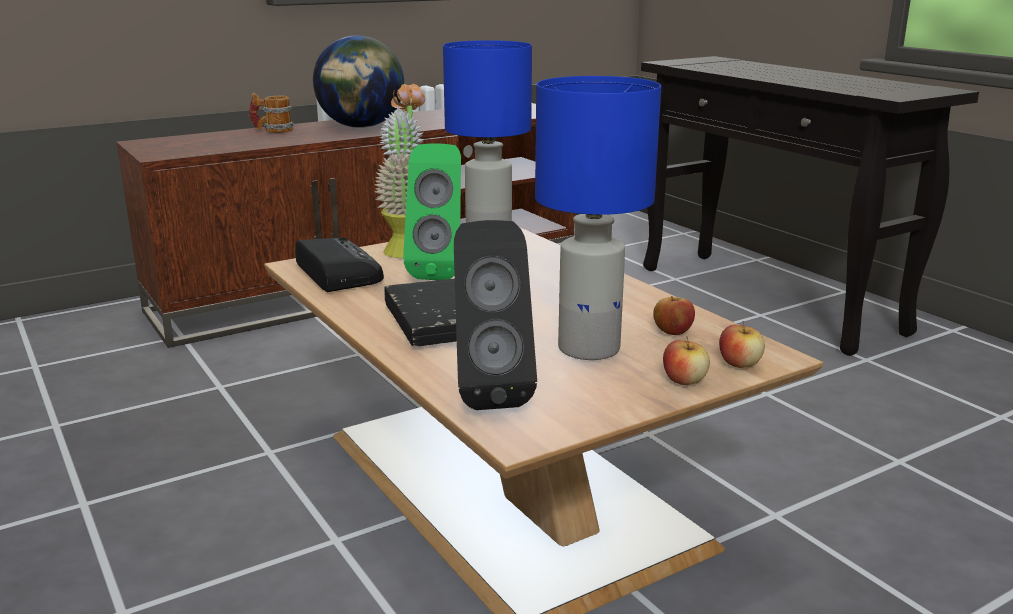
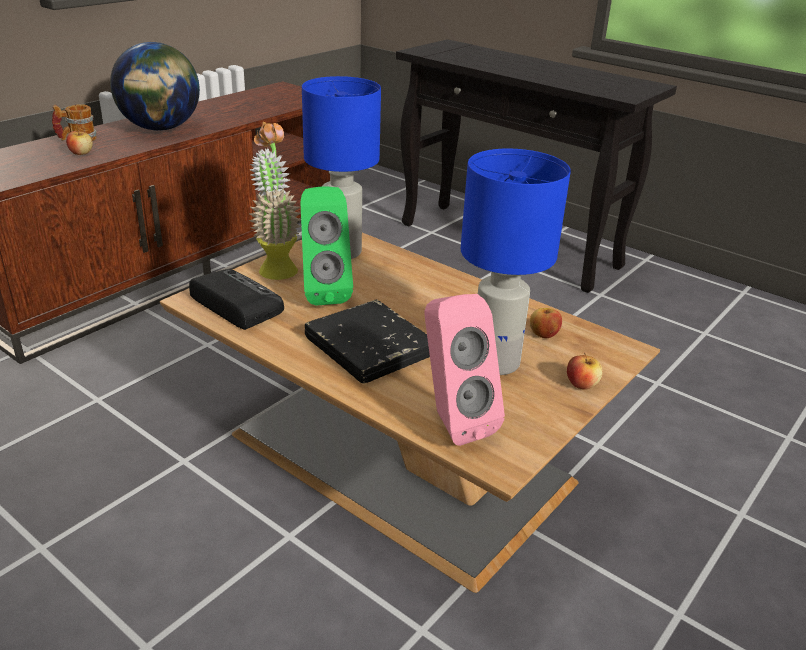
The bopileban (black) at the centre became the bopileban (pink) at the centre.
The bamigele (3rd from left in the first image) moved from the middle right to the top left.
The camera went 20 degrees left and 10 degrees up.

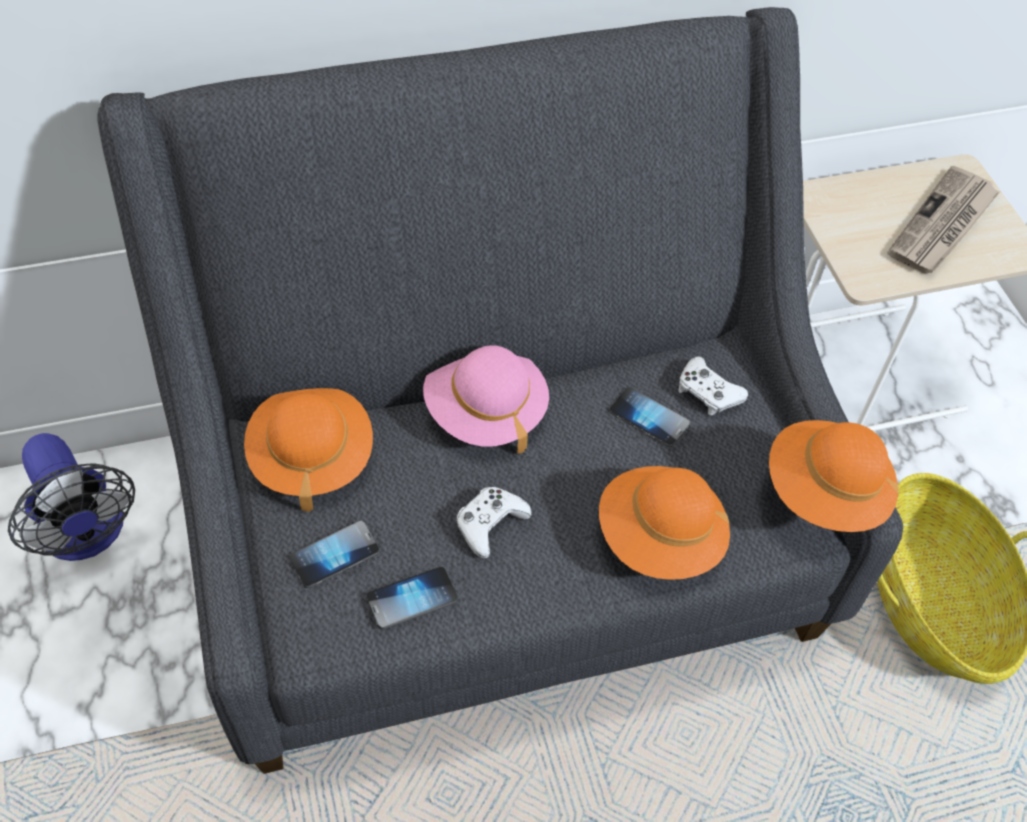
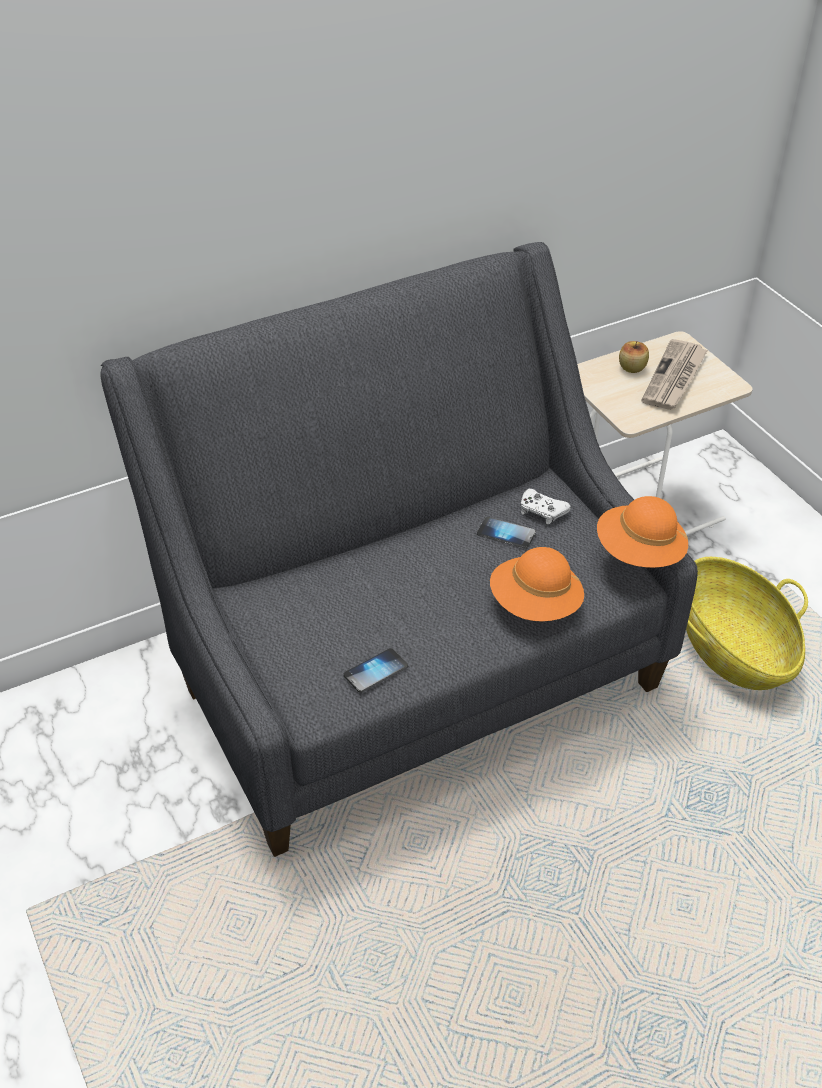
The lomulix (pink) at the centre disappeared.
The lomulix (orange) (1st from left) at the middle left disappeared.
The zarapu at the middle left disappeared.
The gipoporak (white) (1st from left) at the centre disappeared.
The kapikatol (1st from left) at the bottom left disappeared.
The bamigele at the top right appeared.
The camera went 10 degrees left and 10 degrees down.

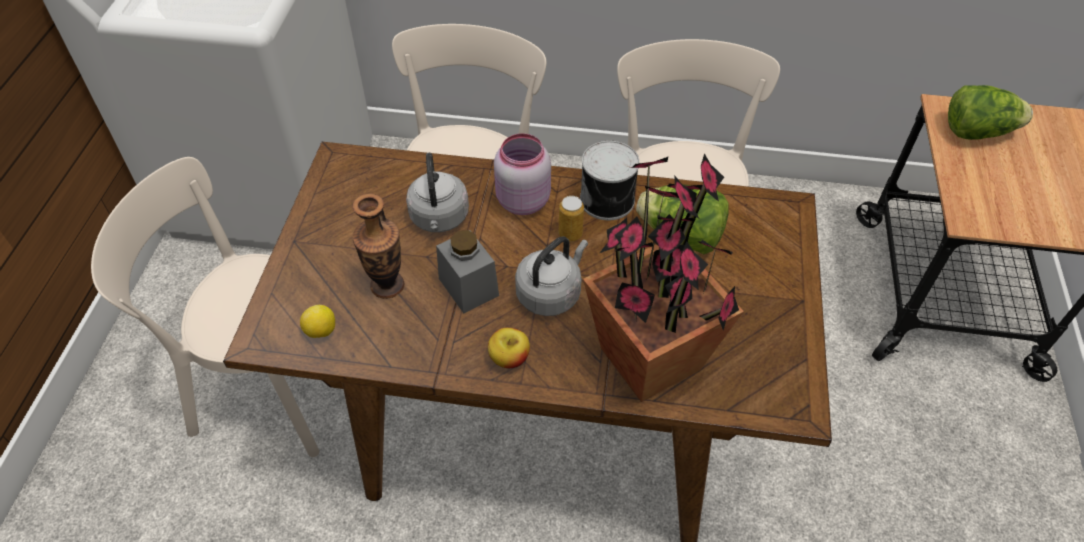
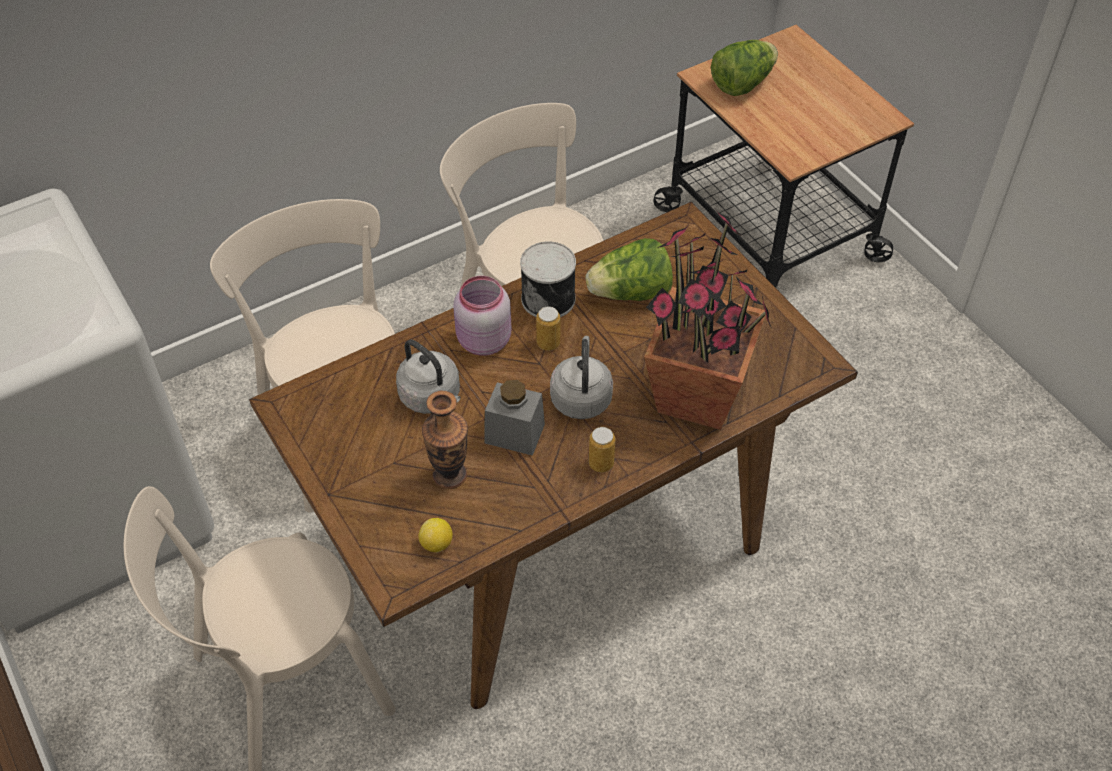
The bamigele at the centre was replaced by the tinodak (3rd from left) at the centre.
The camera went 40 degrees left and 0 degrees up.

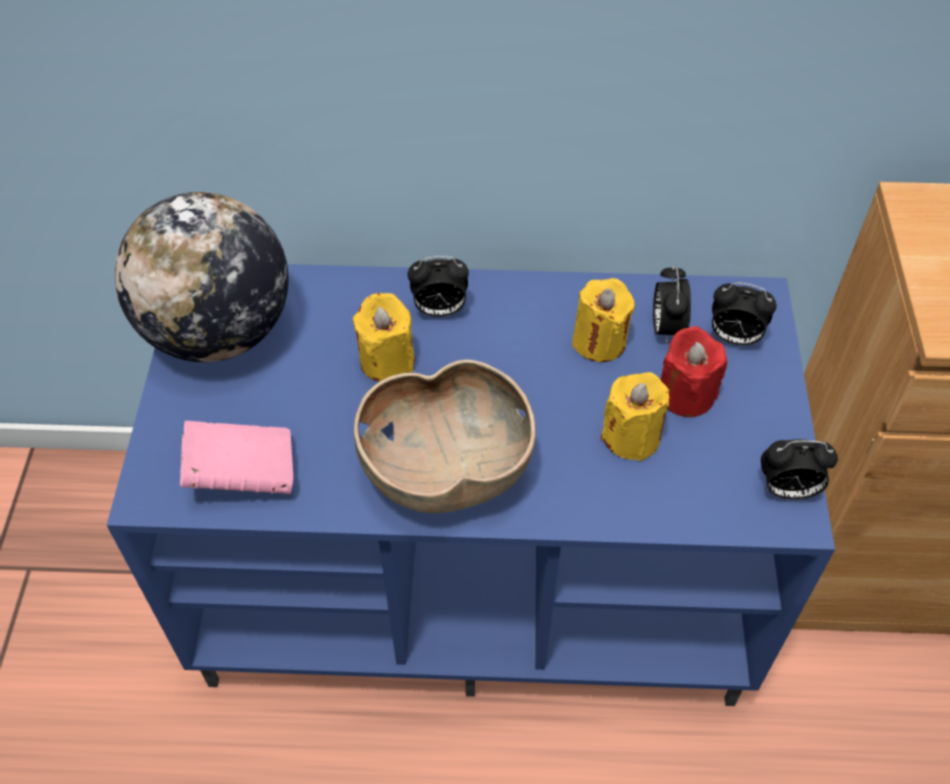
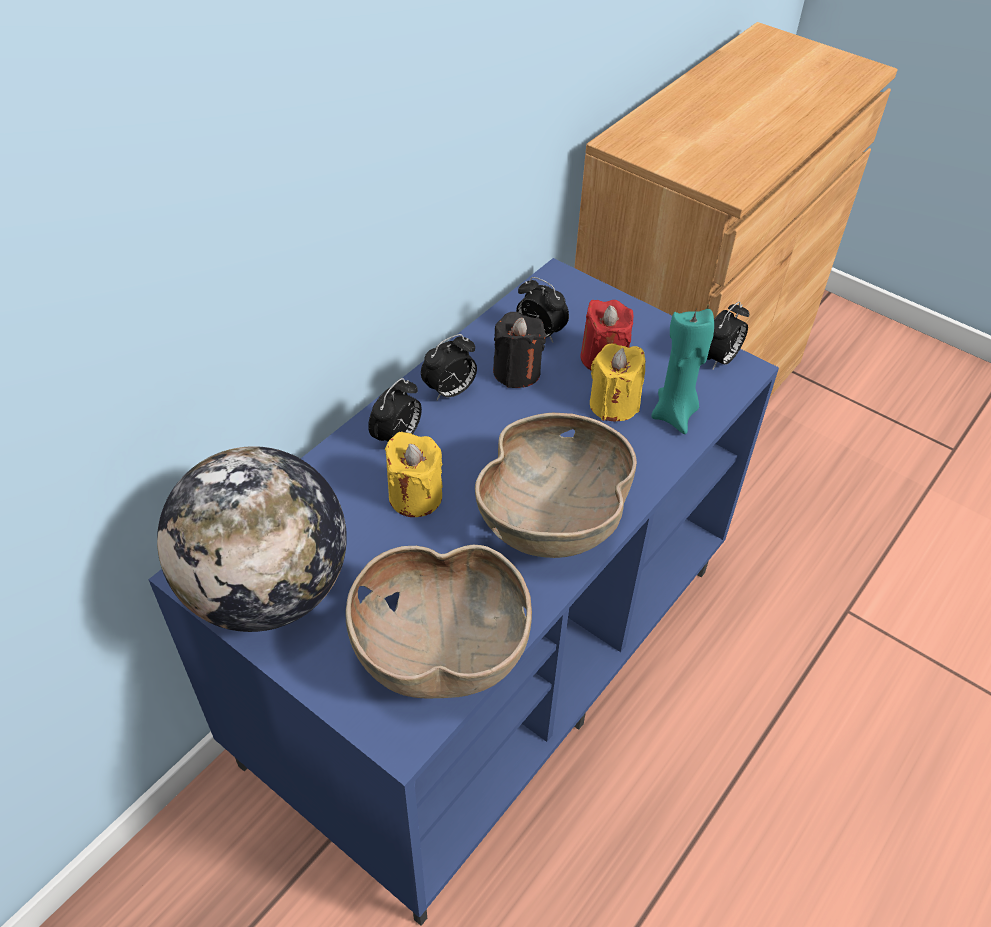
The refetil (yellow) (2nd from left) at the centre became the refetil (black) at the centre.
The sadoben (3rd from left in the first image) moved from the middle right to the centre.
The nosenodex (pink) at the middle left was replaced by the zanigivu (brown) (1st from left) at the bottom centre.
The refetil (turquoise) at the middle right appeared.
The camera went 55 degrees left and 5 degrees down.

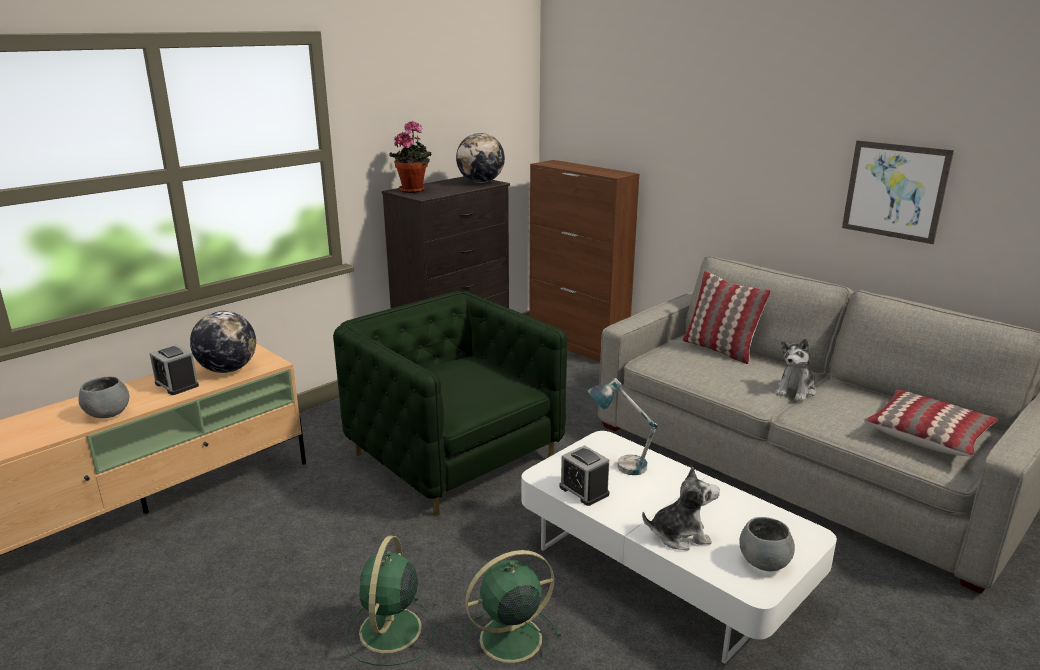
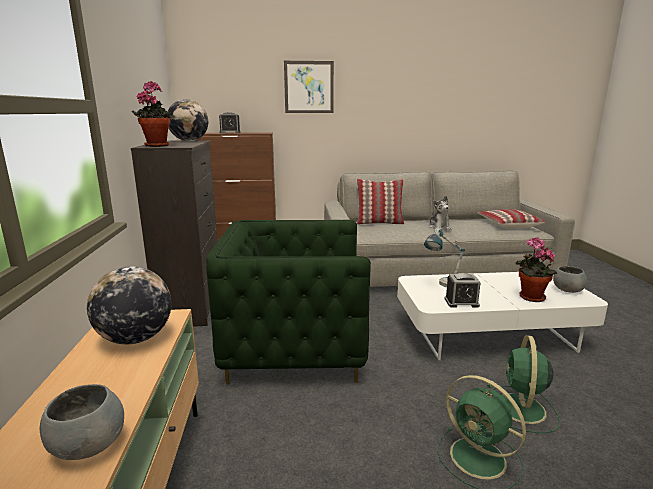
The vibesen moved from the top right to the top centre.
The sadoben (1st from left) moved from the middle left to the top centre.
The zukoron (1st from left) at the bottom centre was replaced by the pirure (2nd from left) at the middle right.
The camera went 50 degrees left and 5 degrees down.

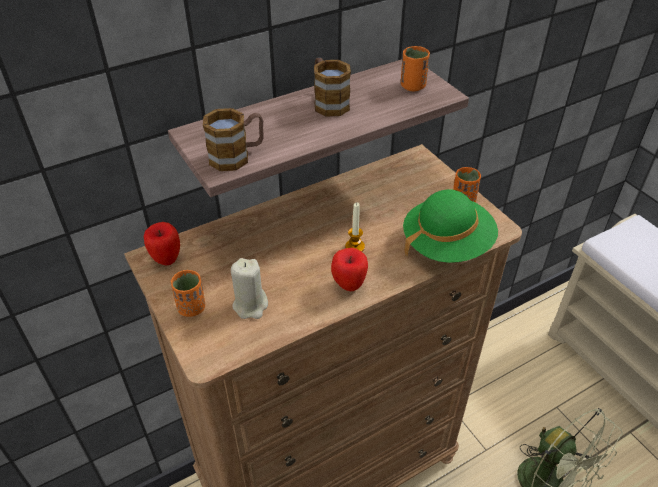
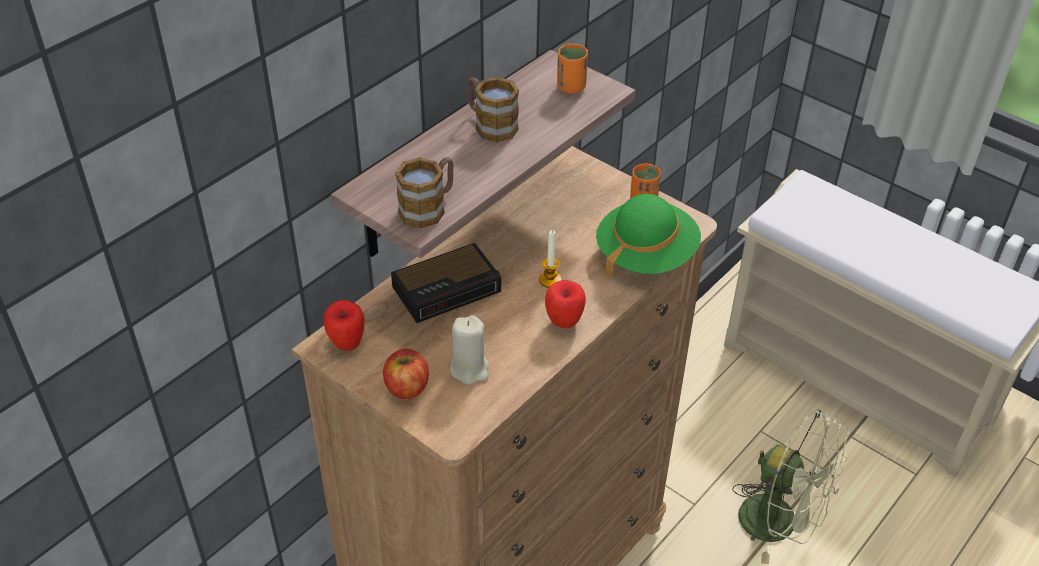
The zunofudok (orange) (1st from left) at the middle left was replaced by the bamigele (2nd from left) at the centre.
The sadoben at the centre appeared.
The camera went 20 degrees left and 0 degrees up.

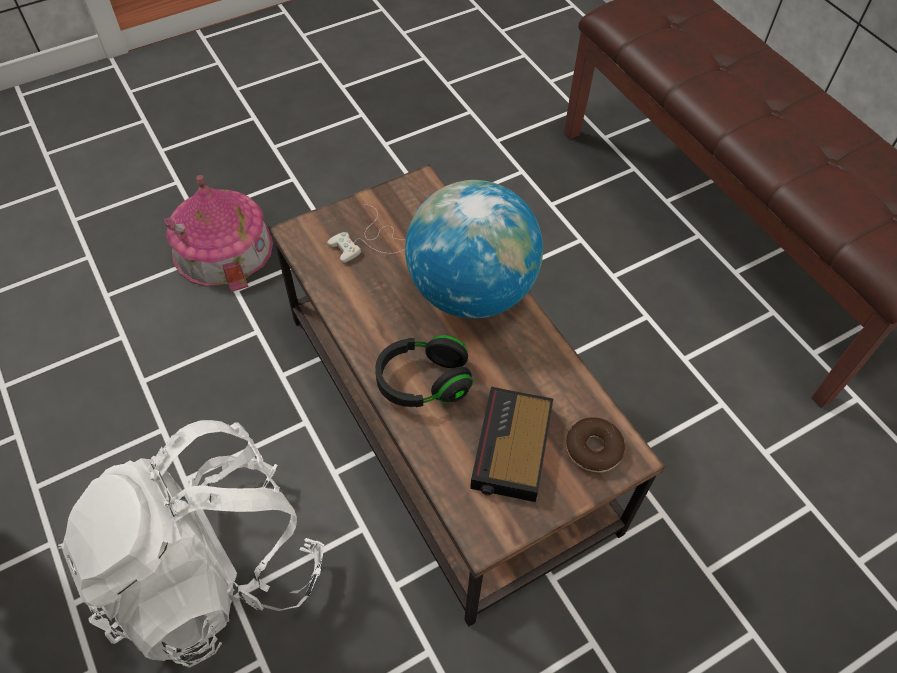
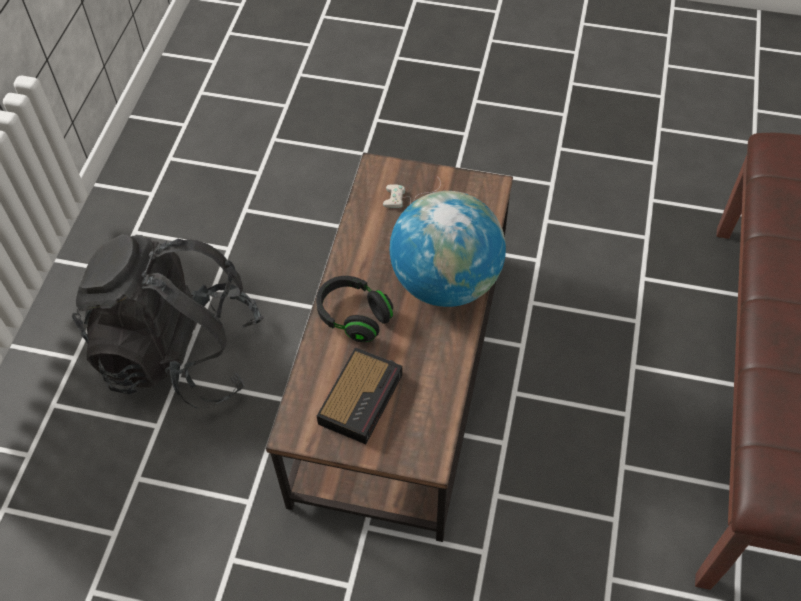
The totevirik at the middle left disappeared.
The sadoben at the centre turned 150 degrees clockwise.
The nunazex at the centre disappeared.
The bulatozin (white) at the bottom left became the bulatozin (black) at the middle left.
The camera went 45 degrees right and 0 degrees up.

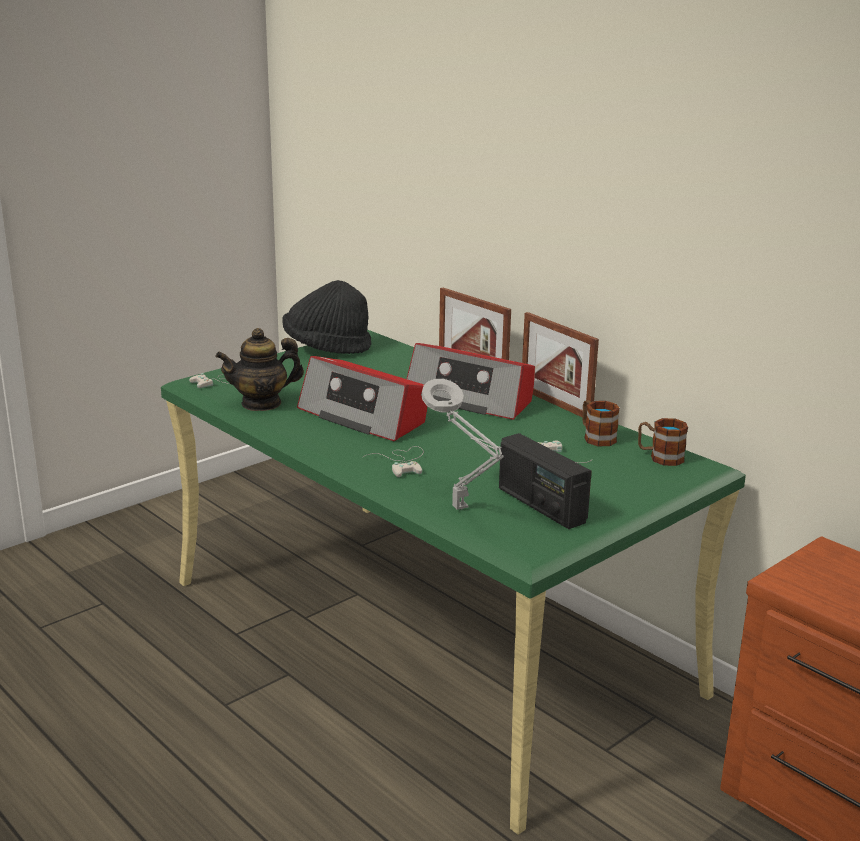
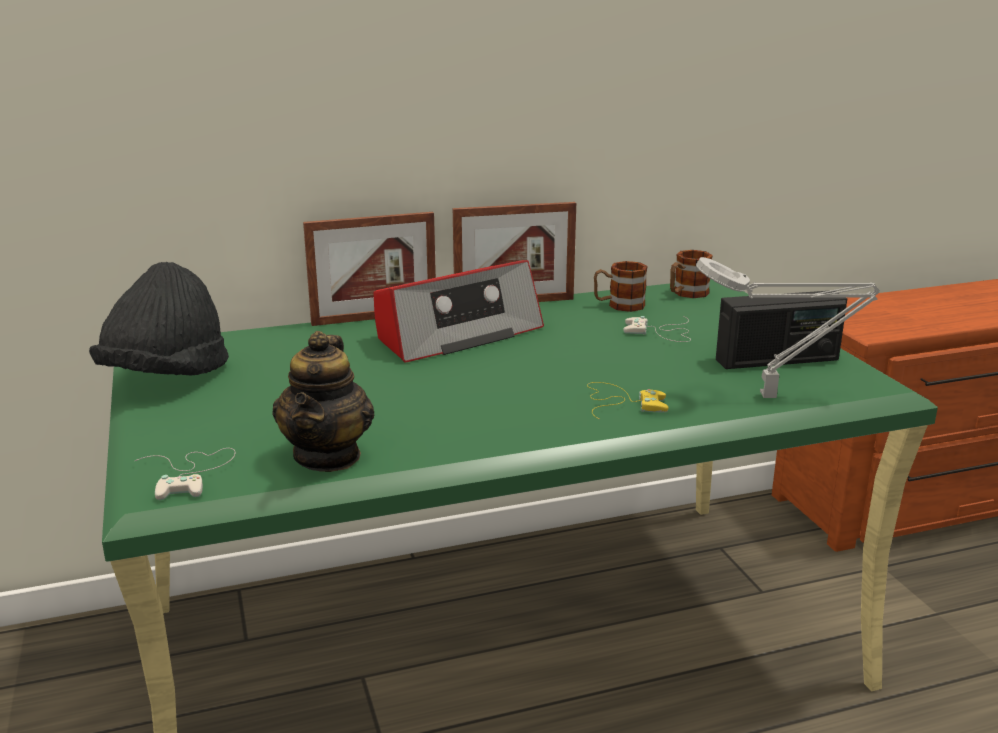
The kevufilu (1st from left) at the centre disappeared.
The gipoporak (white) (2nd from left) at the centre became the gipoporak (yellow) at the centre.
The camera went 65 degrees left and 0 degrees up.

